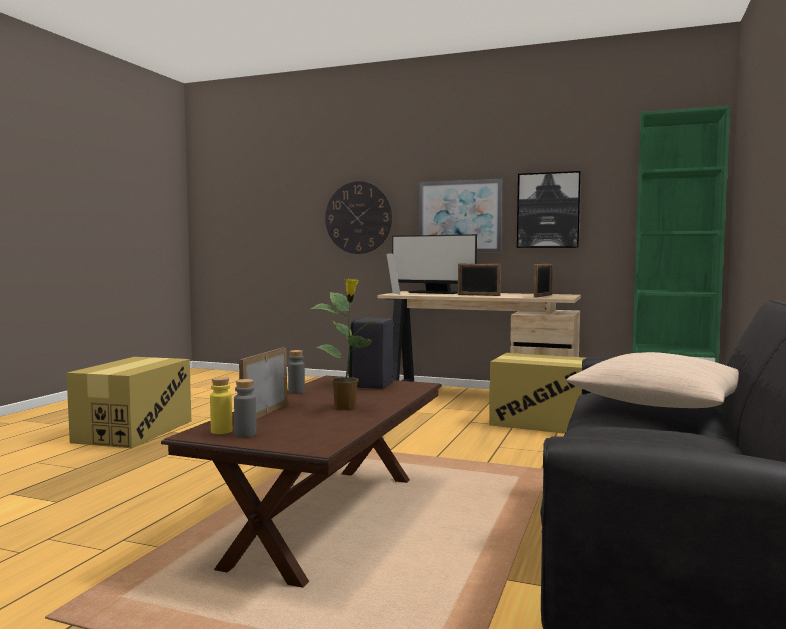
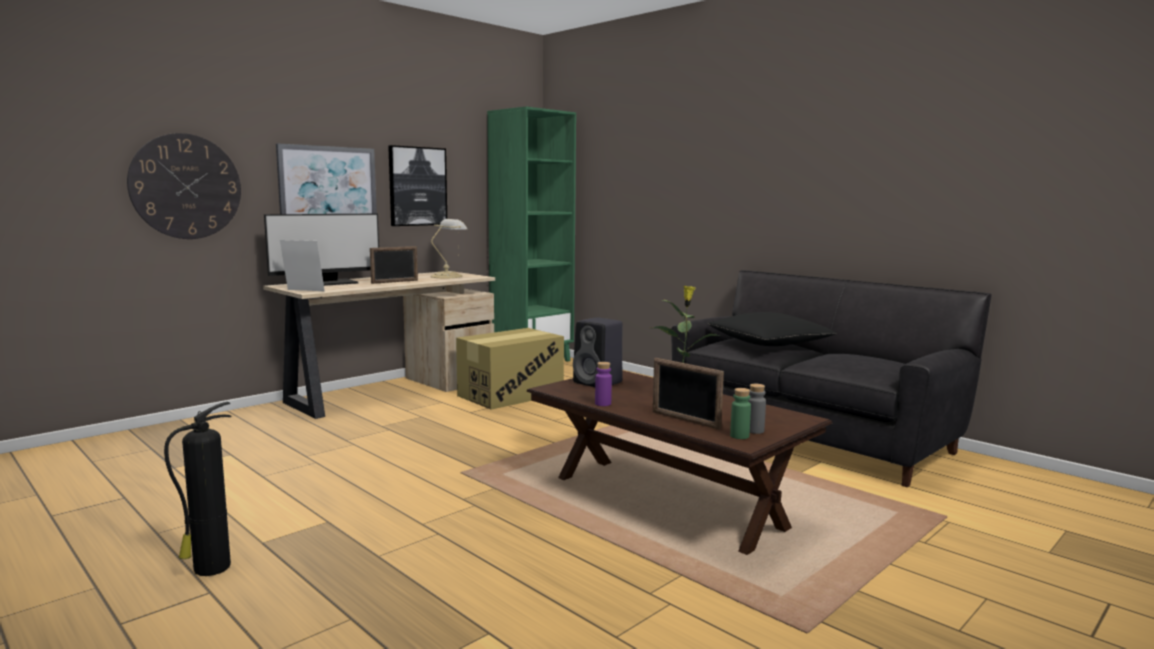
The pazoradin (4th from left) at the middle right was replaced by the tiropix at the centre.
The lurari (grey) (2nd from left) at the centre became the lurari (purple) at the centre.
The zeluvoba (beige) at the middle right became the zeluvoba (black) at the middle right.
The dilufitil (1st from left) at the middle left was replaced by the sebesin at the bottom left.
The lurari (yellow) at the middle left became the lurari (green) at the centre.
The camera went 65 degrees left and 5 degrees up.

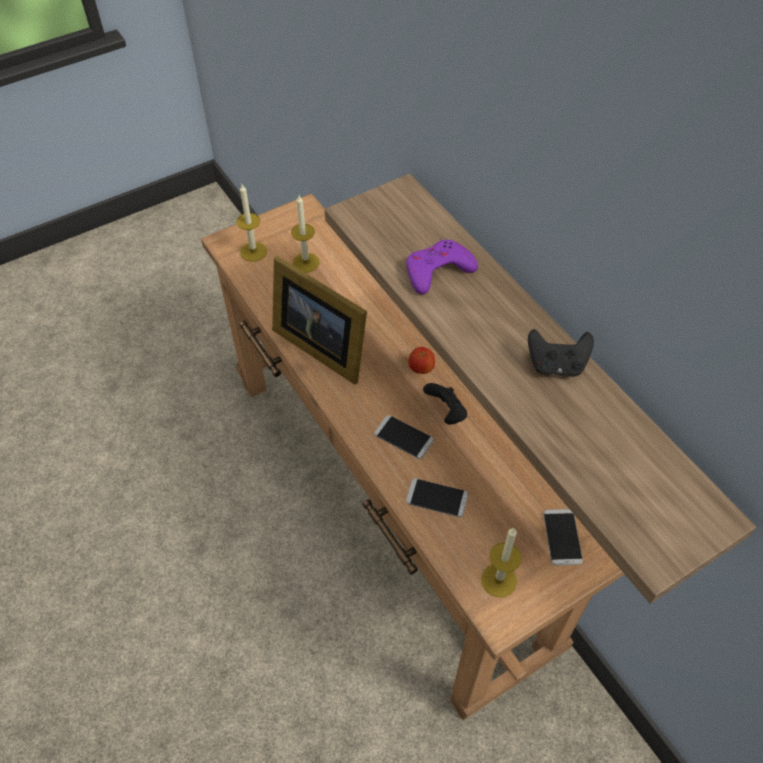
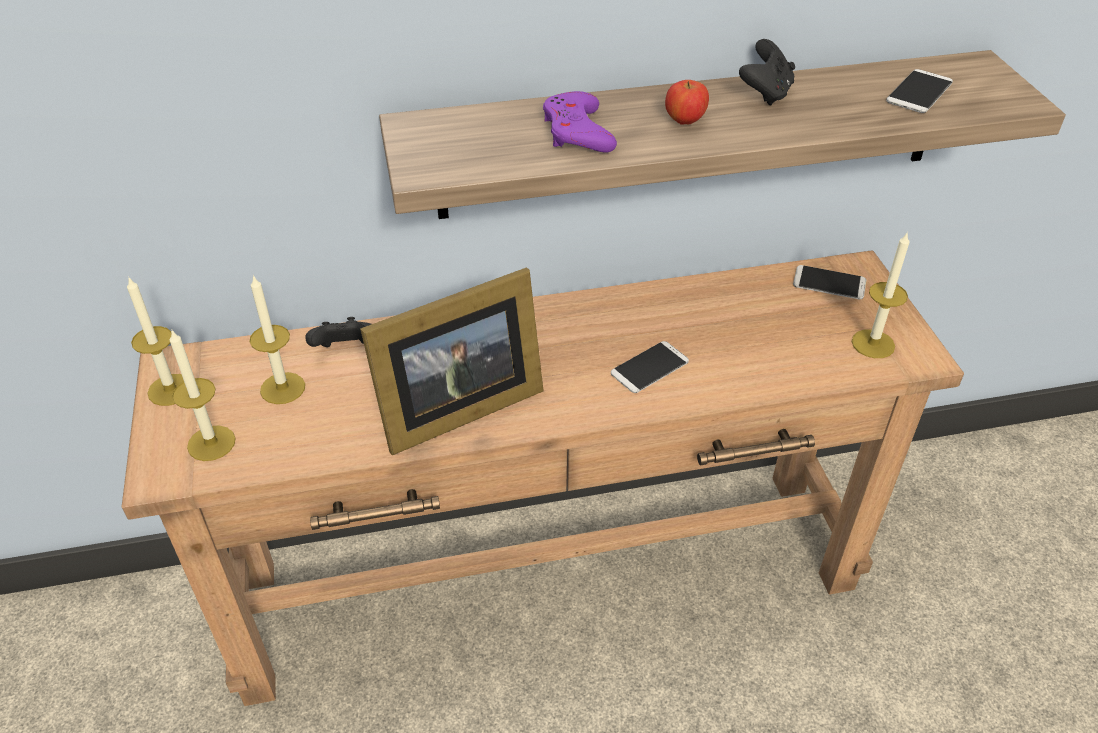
The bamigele moved from the centre to the top centre.
The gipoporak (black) (1st from left) moved from the centre to the middle left.
The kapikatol (2nd from left in the first image) moved from the centre to the top right.
The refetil (1st from left) at the middle left appeared.
The camera went 70 degrees left and 10 degrees down.

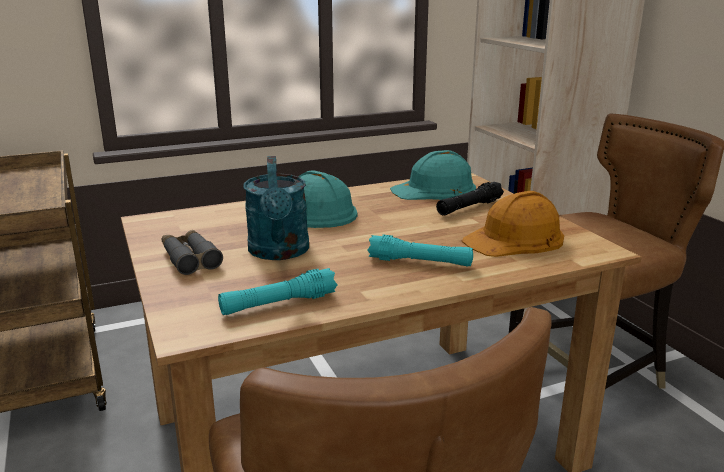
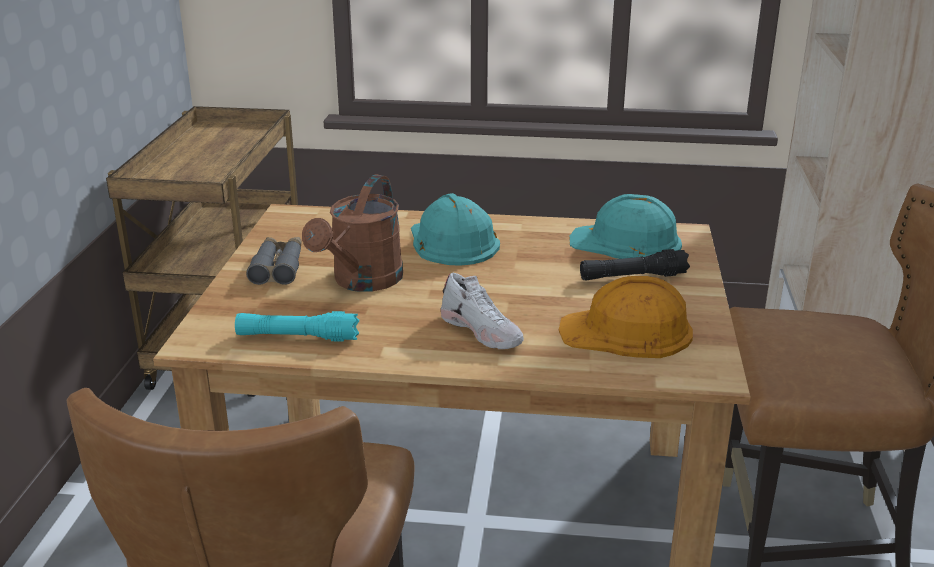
The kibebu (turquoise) at the centre became the kibebu (brown) at the centre.
The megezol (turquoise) (2nd from left) at the centre was replaced by the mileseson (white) at the centre.
The camera went 30 degrees right and 5 degrees up.

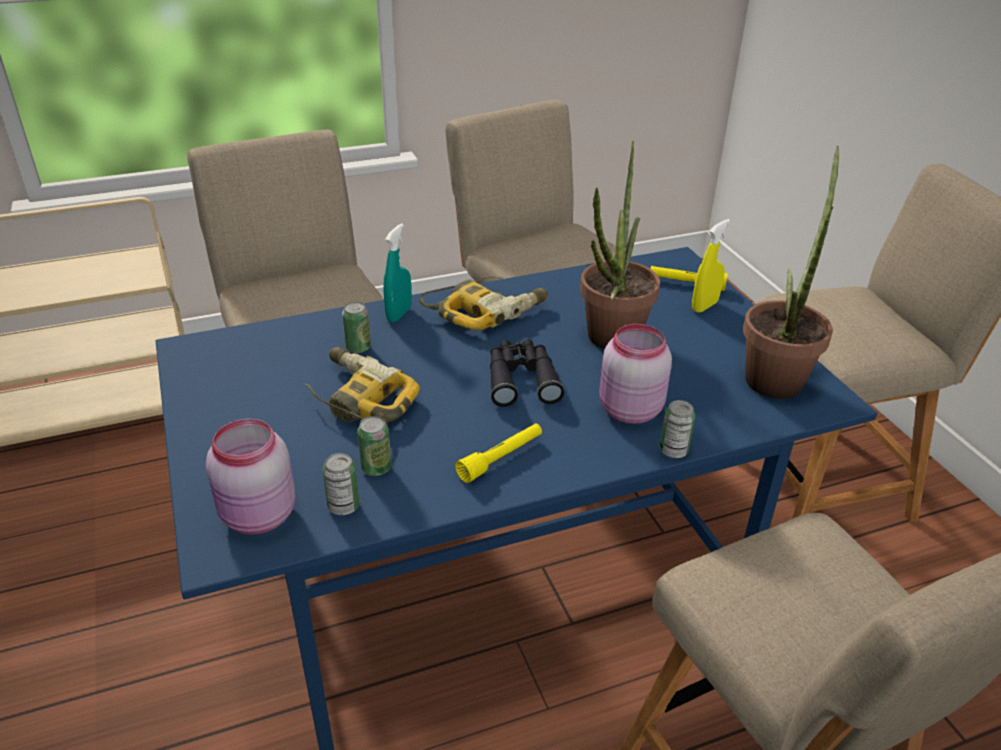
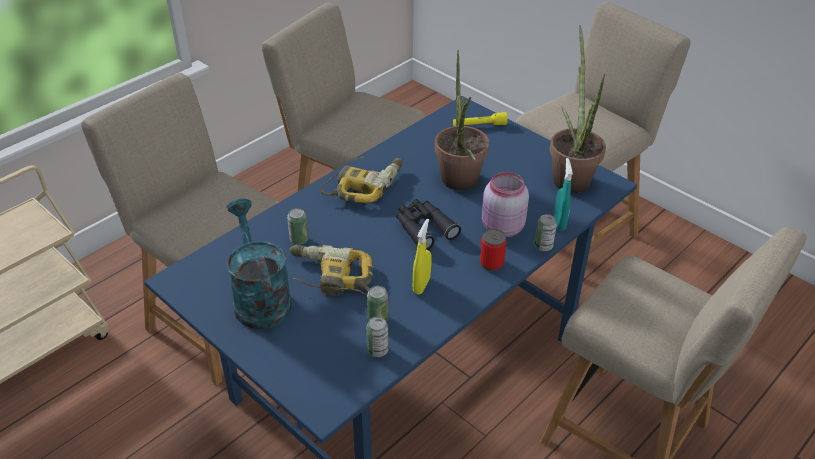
The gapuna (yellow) moved from the middle right to the centre.
The gapuna (turquoise) moved from the centre to the middle right.
The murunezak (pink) (1st from left) at the middle left disappeared.
The megezol (yellow) (1st from left) at the centre disappeared.
The kibebu (turquoise) at the middle left appeared.
The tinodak (4th from left) at the centre appeared.
The camera went 25 degrees left and 5 degrees up.

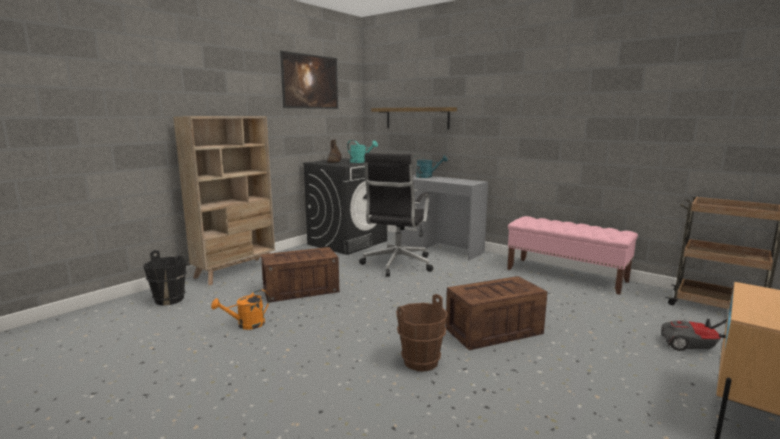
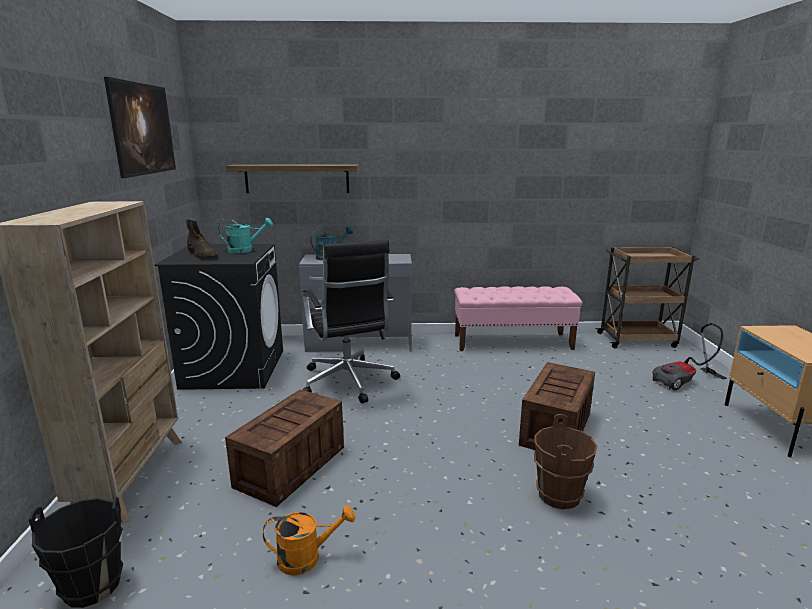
The kibebu (orange) at the bottom left turned 120 degrees counterclockwise.
The camera went 40 degrees left and 5 degrees up.

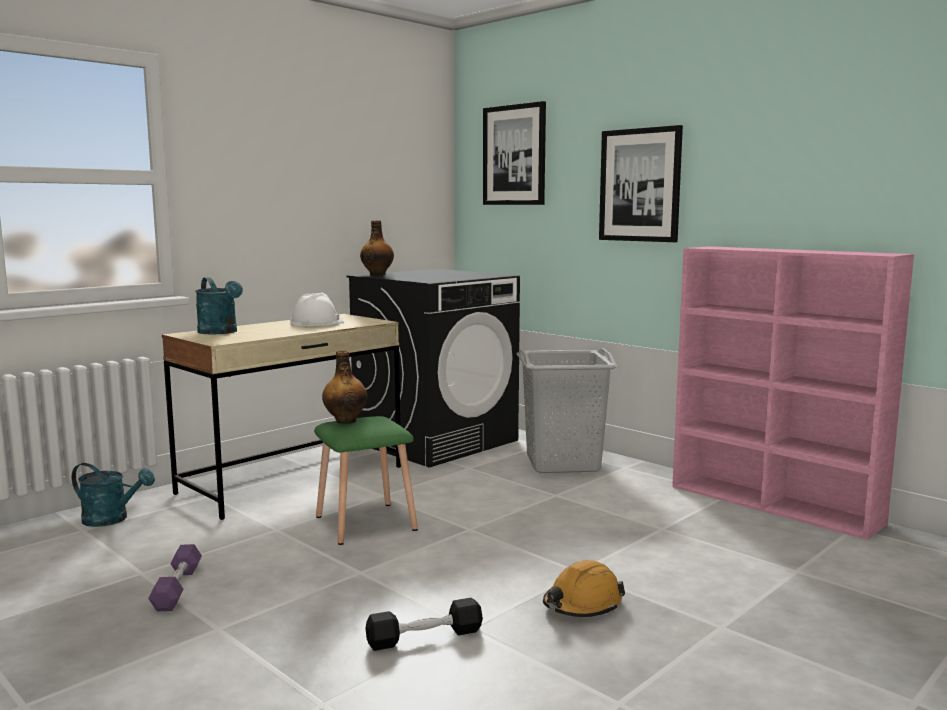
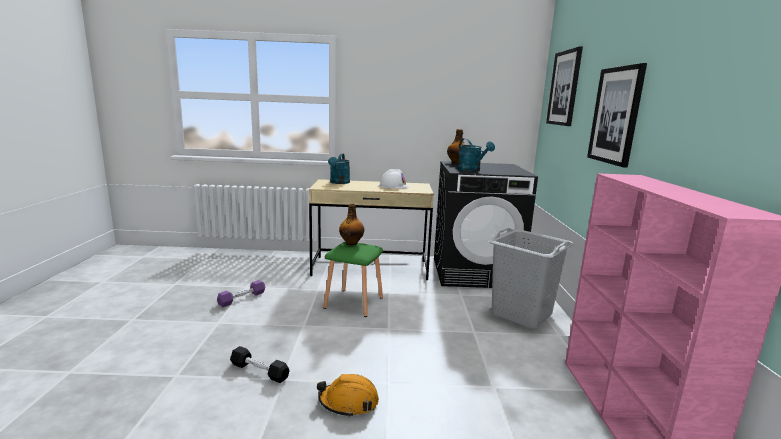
The kibebu (turquoise) (1st from left in the first image) moved from the bottom left to the centre.
The camera went 45 degrees right and 5 degrees up.

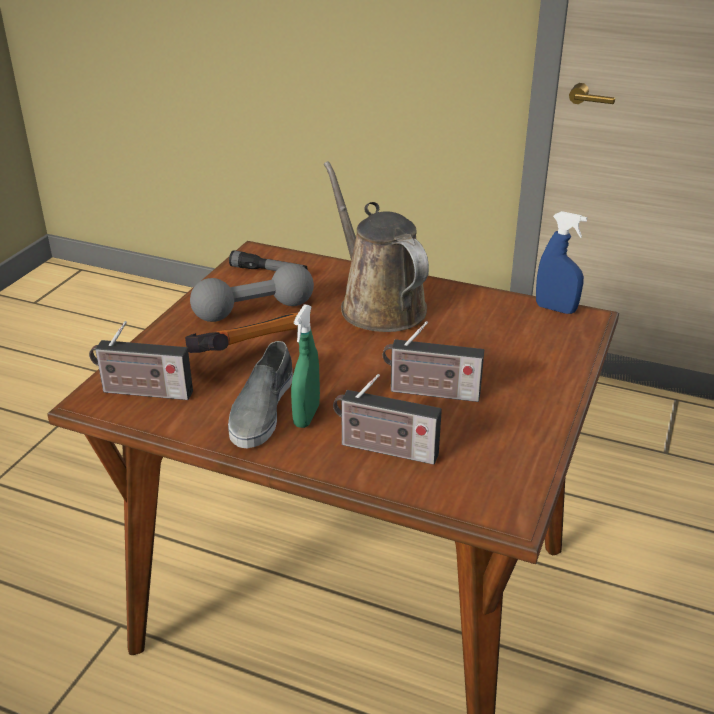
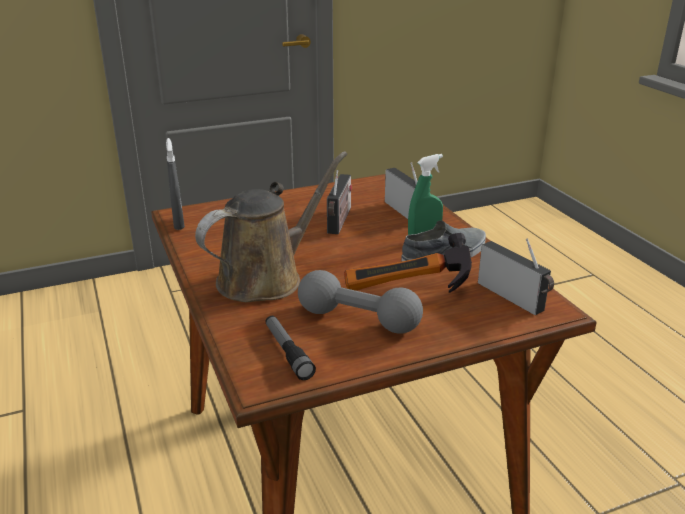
The kibebu (brown) at the centre turned 150 degrees counterclockwise.
The gapuna (blue) at the middle right became the gapuna (grey) at the middle left.
The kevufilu (3rd from left in the first image) at the centre turned 45 degrees clockwise.
The camera went 135 degrees left and 5 degrees down.

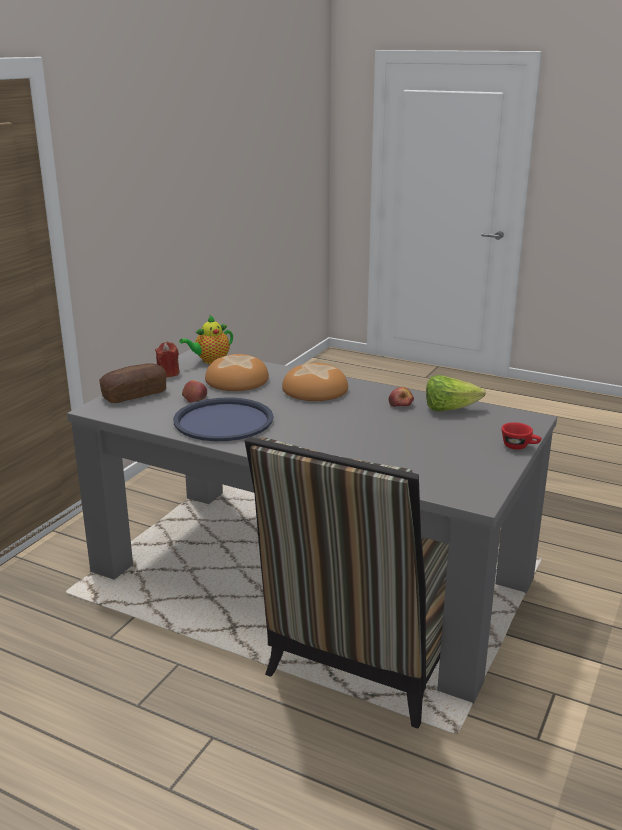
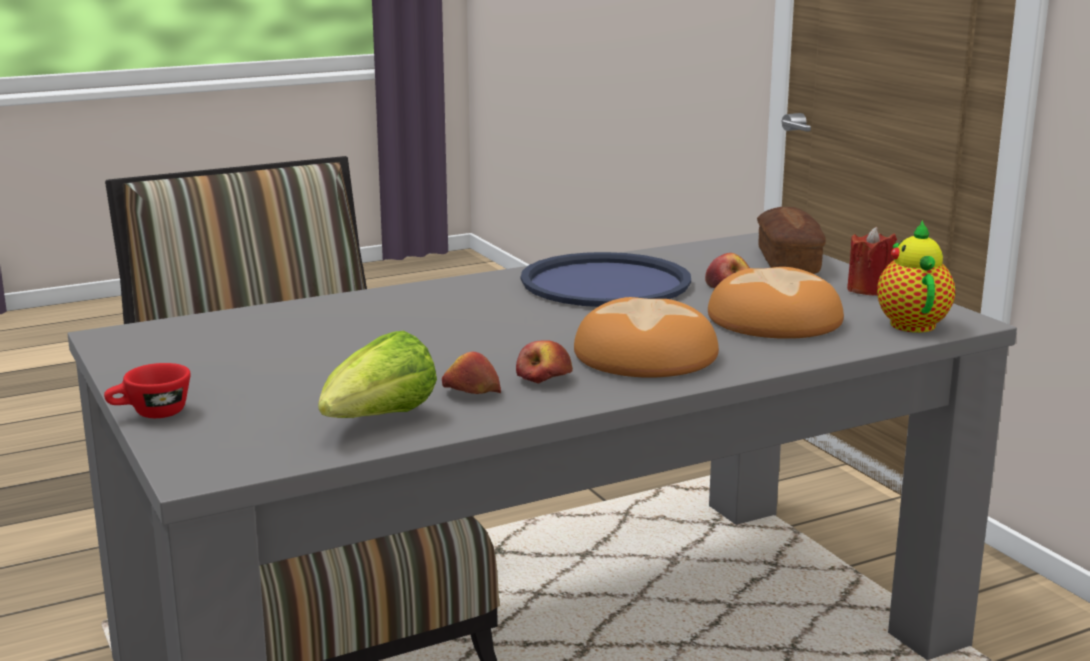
The bamigele (2nd from left) at the centre appeared.
The camera went 125 degrees right and 5 degrees down.

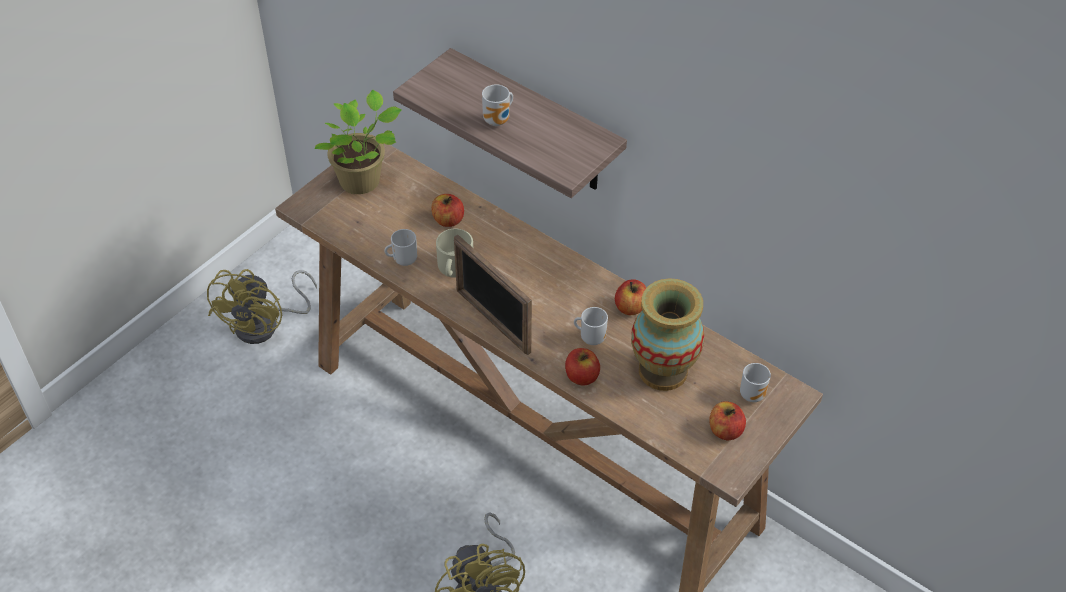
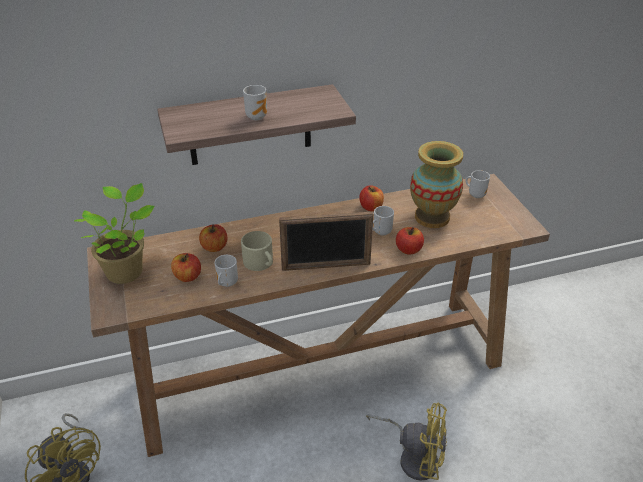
The bamigele (4th from left in the first image) moved from the bottom right to the middle left.
The camera went 55 degrees left and 10 degrees down.

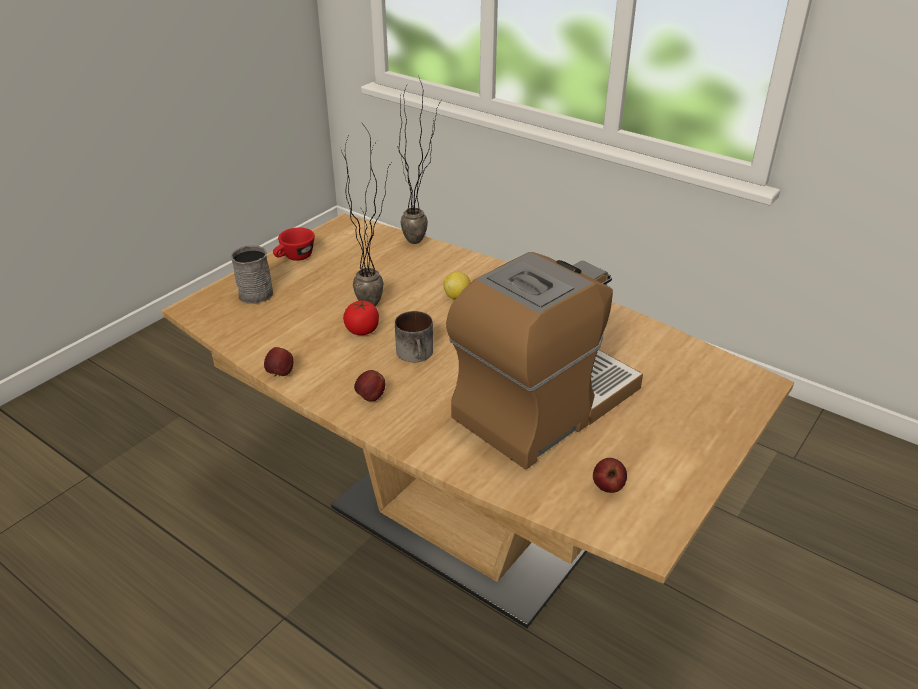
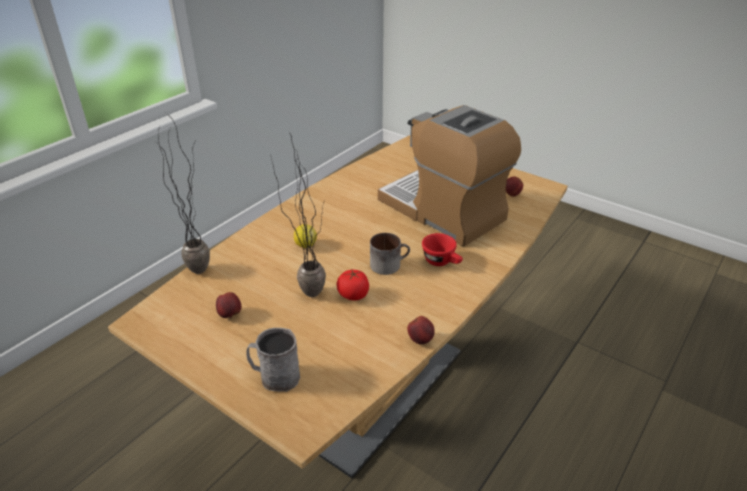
The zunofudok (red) moved from the middle left to the centre.
The bamigele (2nd from left in the first image) moved from the centre to the middle left.
The camera went 90 degrees left and 0 degrees up.

